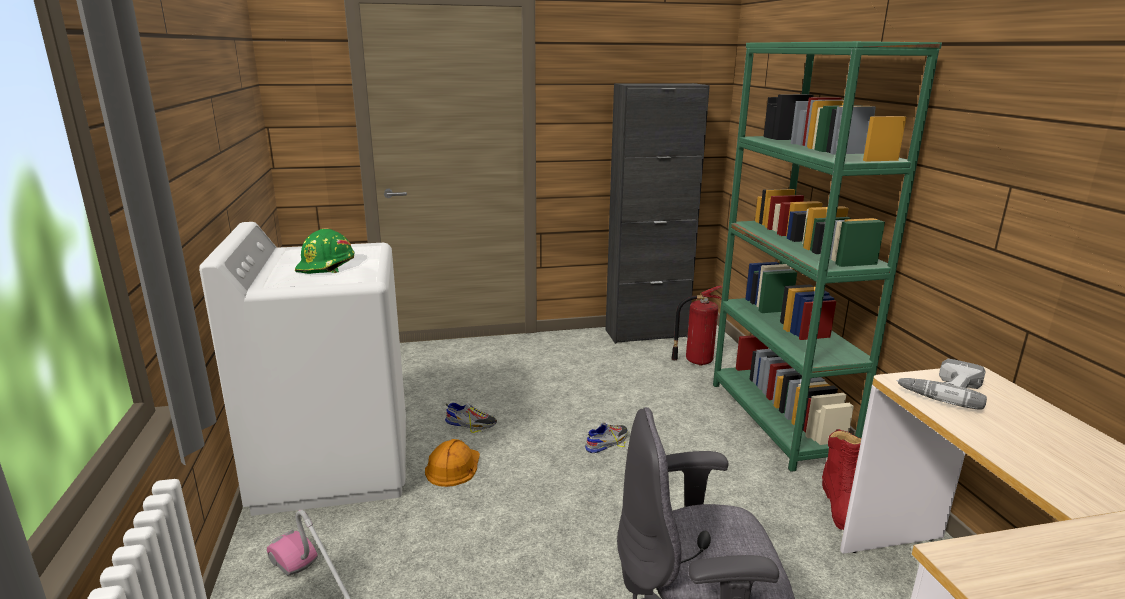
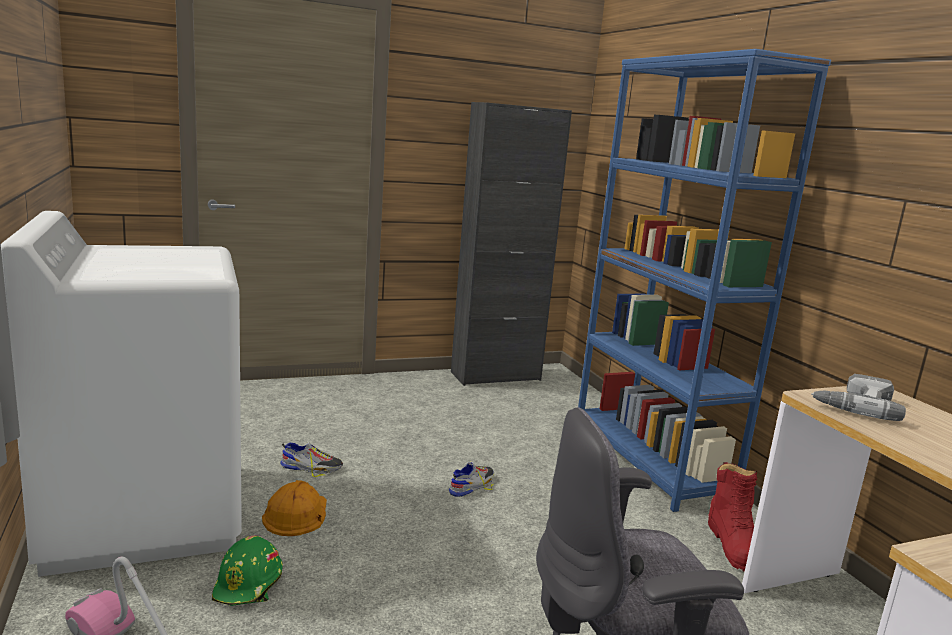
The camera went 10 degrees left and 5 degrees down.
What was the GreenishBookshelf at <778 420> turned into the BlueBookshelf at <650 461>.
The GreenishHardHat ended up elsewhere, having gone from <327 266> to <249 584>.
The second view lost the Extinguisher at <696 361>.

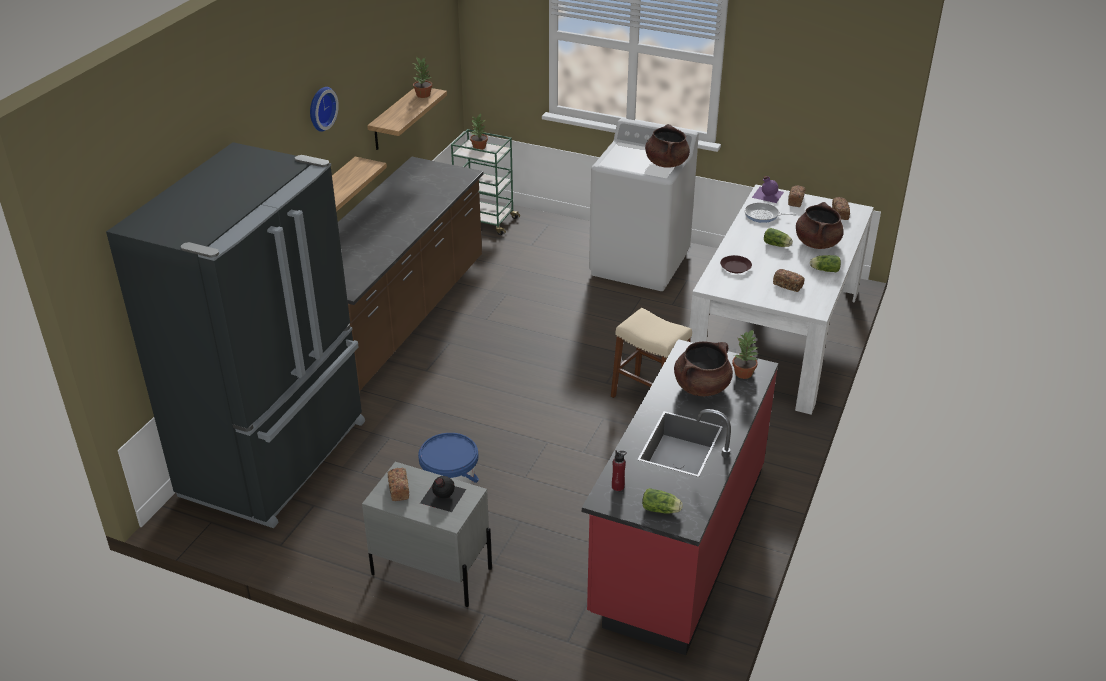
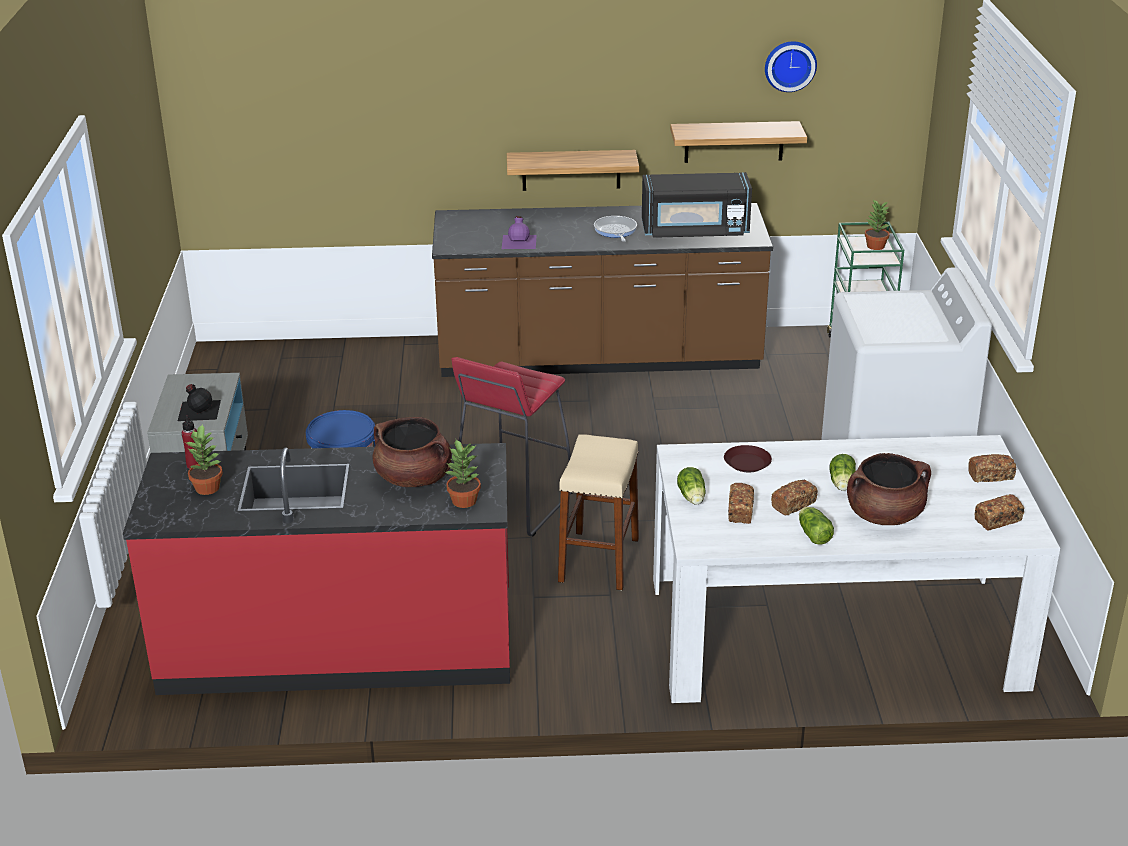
The camera went 65 degrees right and 5 degrees down.
The PottedPlant ended up elsewhere, having gone from <423 95> to <208 488>.
The WallClock ended up elsewhere, having gone from <320 108> to <790 65>.
The second view lost the BrownSaucepot at <666 163>.
The second view lost the BlackishFridge at <278 458>.
The PurpleDrinkBottle ended up elsewhere, having gone from <767 194> to <519 241>.
The Skillet ended up elsewhere, having gone from <763 215> to <615 231>.
The Bread ended up elsewhere, having gone from <398 489> to <793 505>.
The HeadOfLettuce ended up elsewhere, having gone from <662 510> to <692 498>.
The second view gained the BlackishKitchenMicrowave at <695 231>.
The second view gained the RedStool at <512 502>.

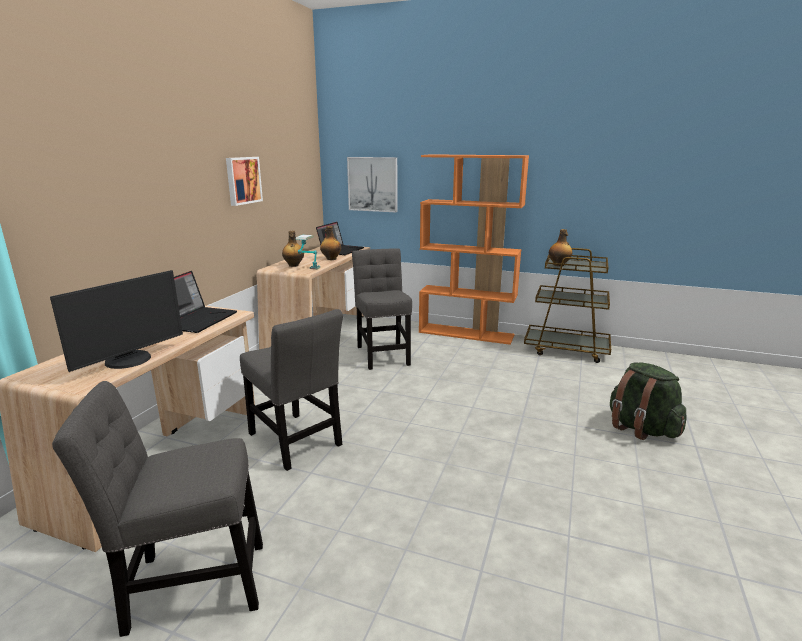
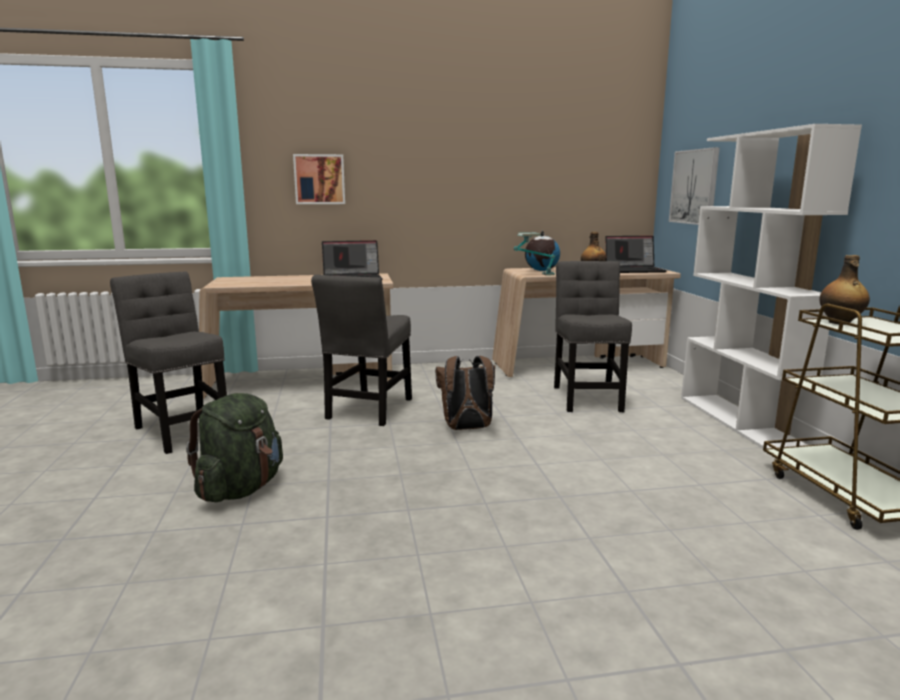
The camera went 60 degrees right and 5 degrees down.
What was the OrangeyBookshelf at <466 333> turned into the WhiteBookshelf at <740 421>.
The WallPicture ended up elsewhere, having gone from <242 180> to <319 179>.
Where the DrinkBottle stood at <293 265>, the DeskGlobe came to stand at <541 270>.
The GreyPlainChair at <383 354> ended up facing another way, 45 degrees counterclockwise from before.
The second view lost the ComputerDisplay at <129 360>.
The GreenishBackpack ended up elsewhere, having gone from <641 428> to <241 489>.
The second view gained the BrownBackpack at <466 428>.

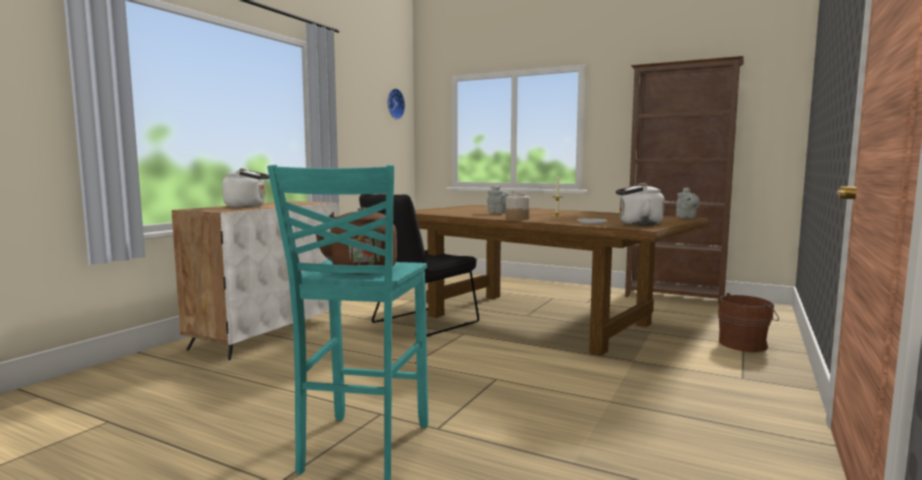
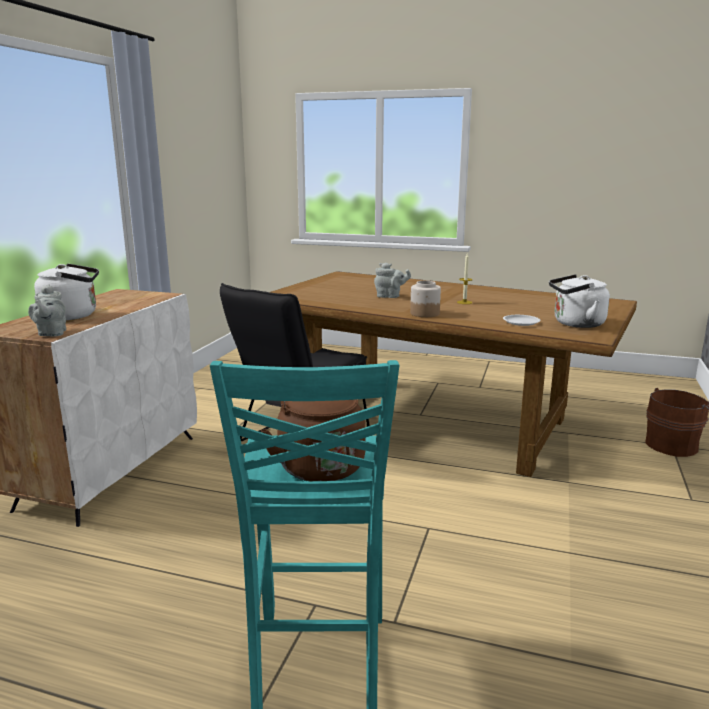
The camera went 10 degrees left and 10 degrees up.
The second view lost the BrownBookshelf at <675 298>.
The second view lost the WallClock at <394 104>.
The GreyTeaPot ended up elsewhere, having gone from <686 218> to <51 333>.

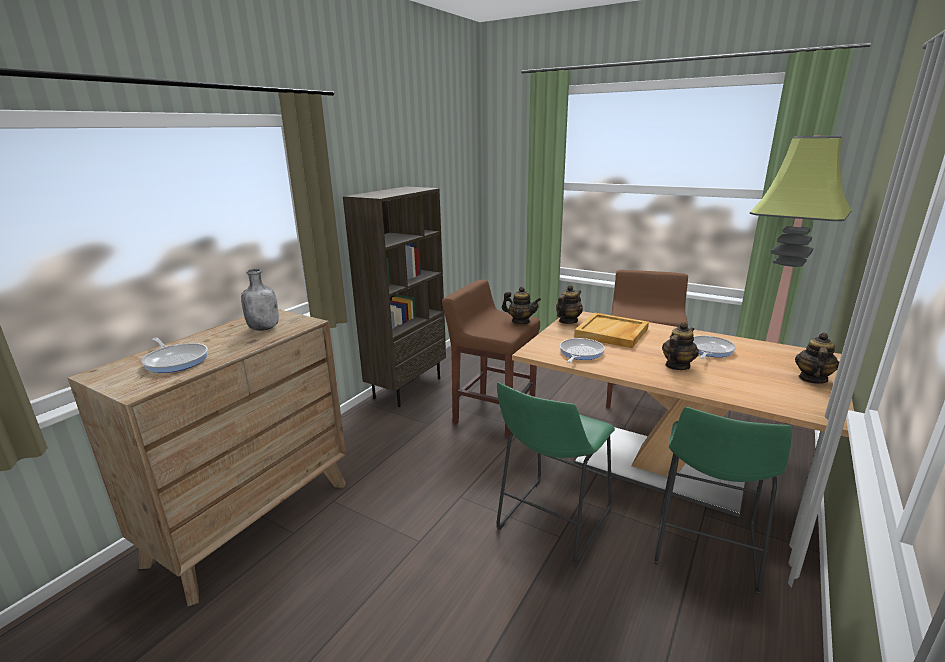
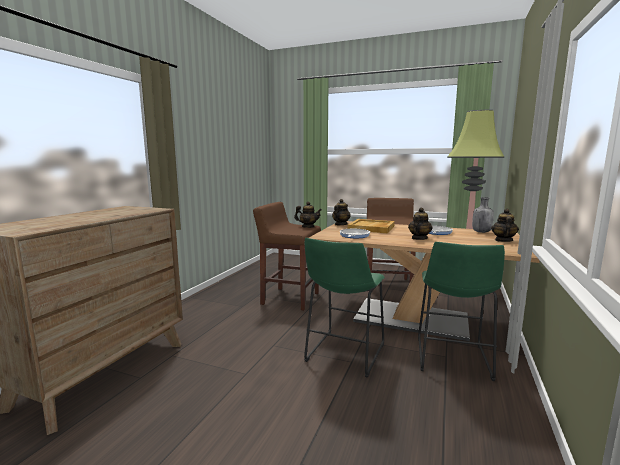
The camera went 10 degrees left and 10 degrees down.
The second view lost the BrownBookshelf at <407 387>.
The GreyDrinkBottle ended up elsewhere, having gone from <264 328> to <481 232>.
The second view lost the Skillet at <176 360>.

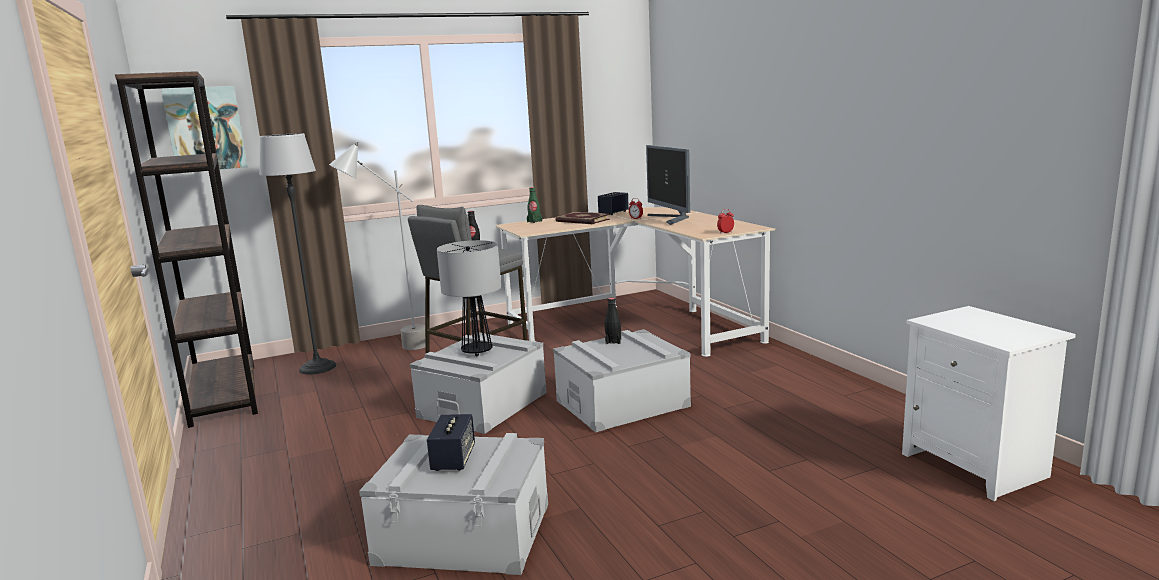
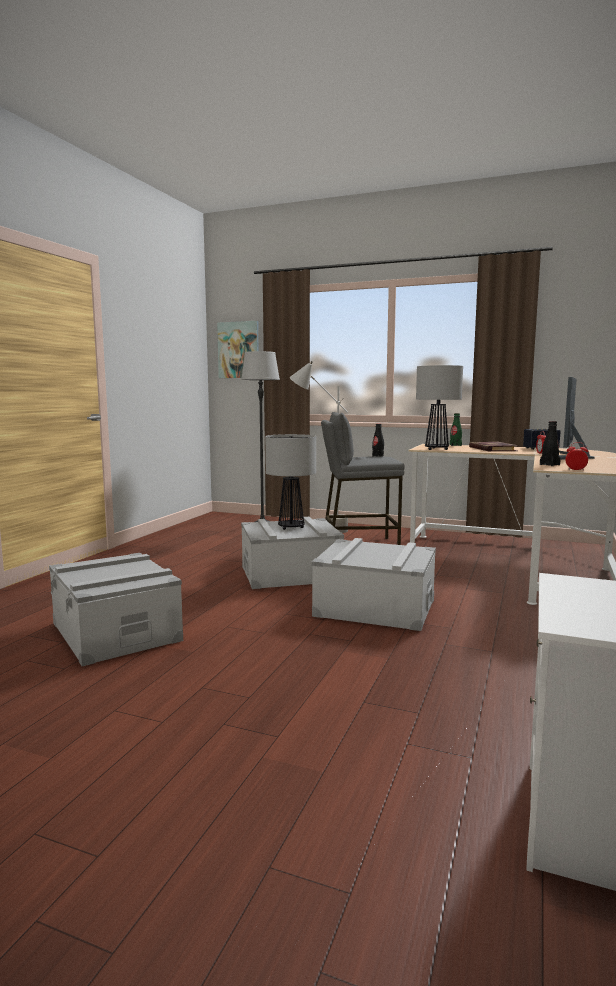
The camera went 45 degrees right and 5 degrees down.
The second view lost the BrownBookshelf at <224 394>.
The BlackishDrinkBottle ended up elsewhere, having gone from <613 341> to <549 465>.
The second view lost the AudioSpeaker at <453 459>.
The second view gained the TabletopLamp at <436 449>.

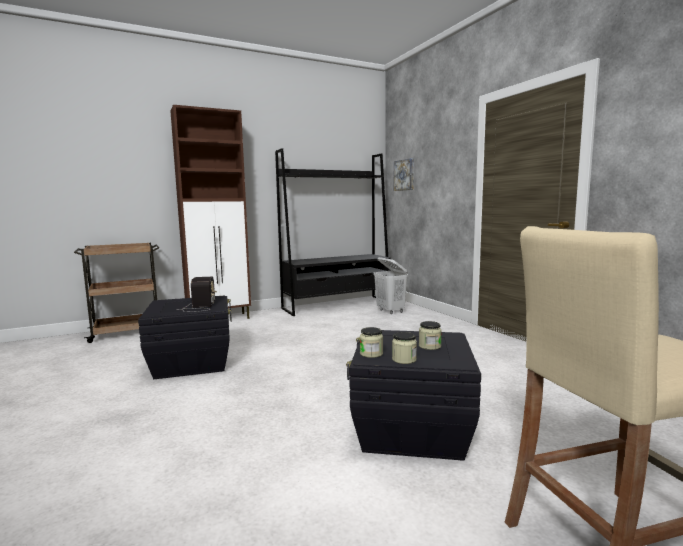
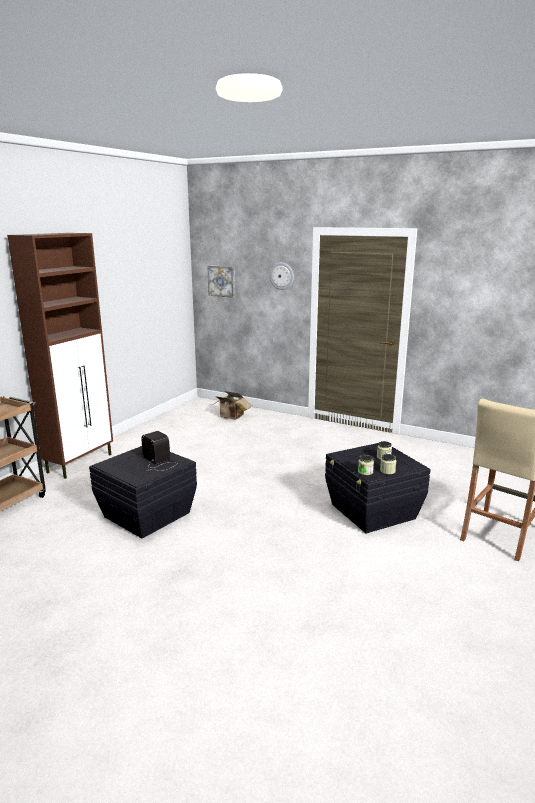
The camera went 35 degrees left and 10 degrees up.
The second view lost the BlackishBookshelf at <337 305>.
Where the WhiteLaundryBasket stood at <390 311>, the Carton came to stand at <231 417>.
The second view gained the WallClock at <282 276>.

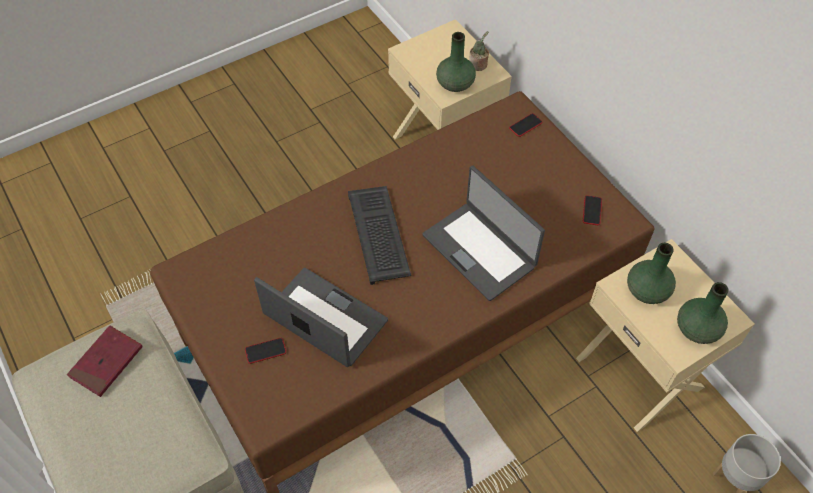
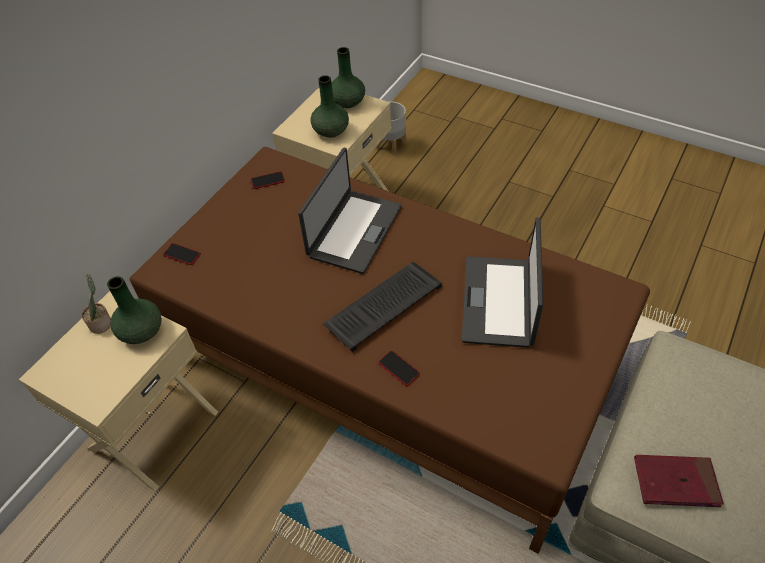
The camera went 115 degrees left and 5 degrees down.
The Phone ended up elsewhere, having gone from <265 351> to <399 368>.

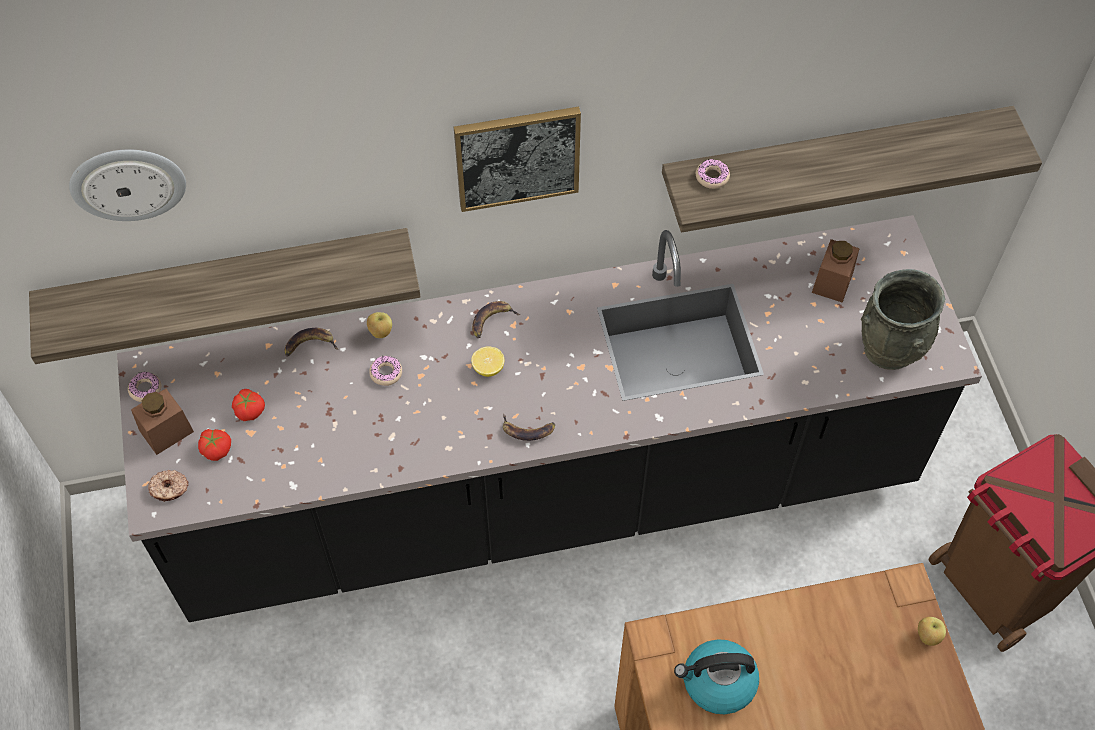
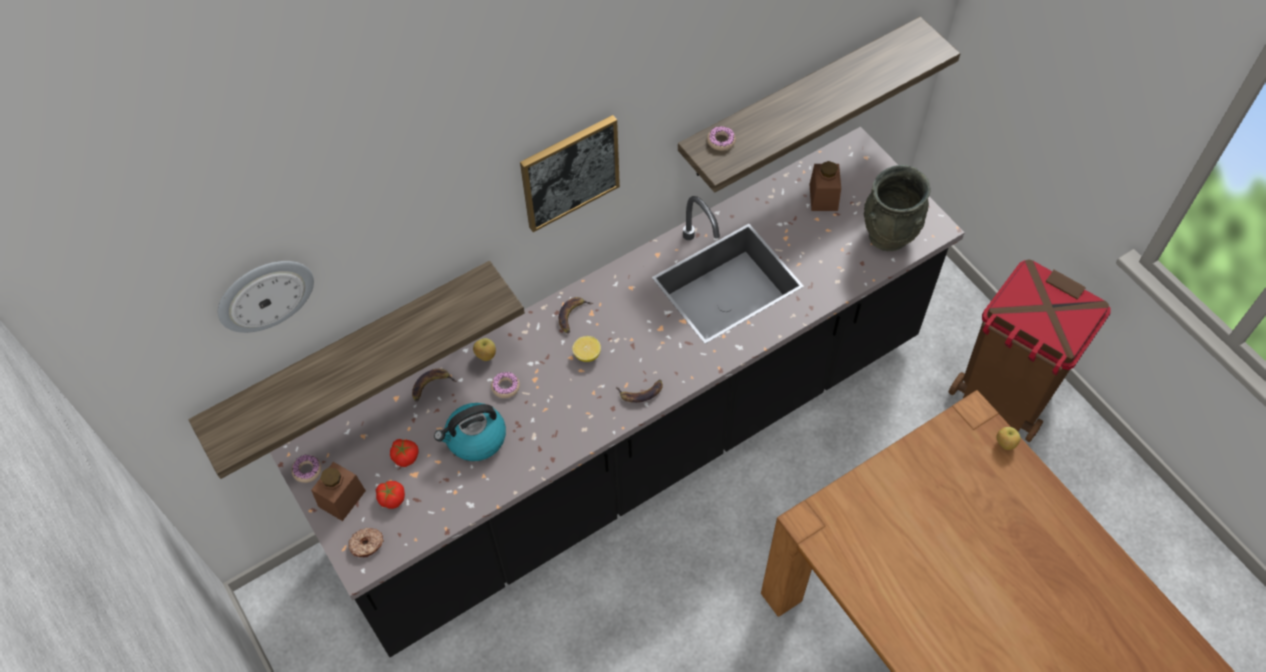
The camera went 20 degrees left and 0 degrees up.
The TeaKettle ended up elsewhere, having gone from <717 683> to <475 439>.

